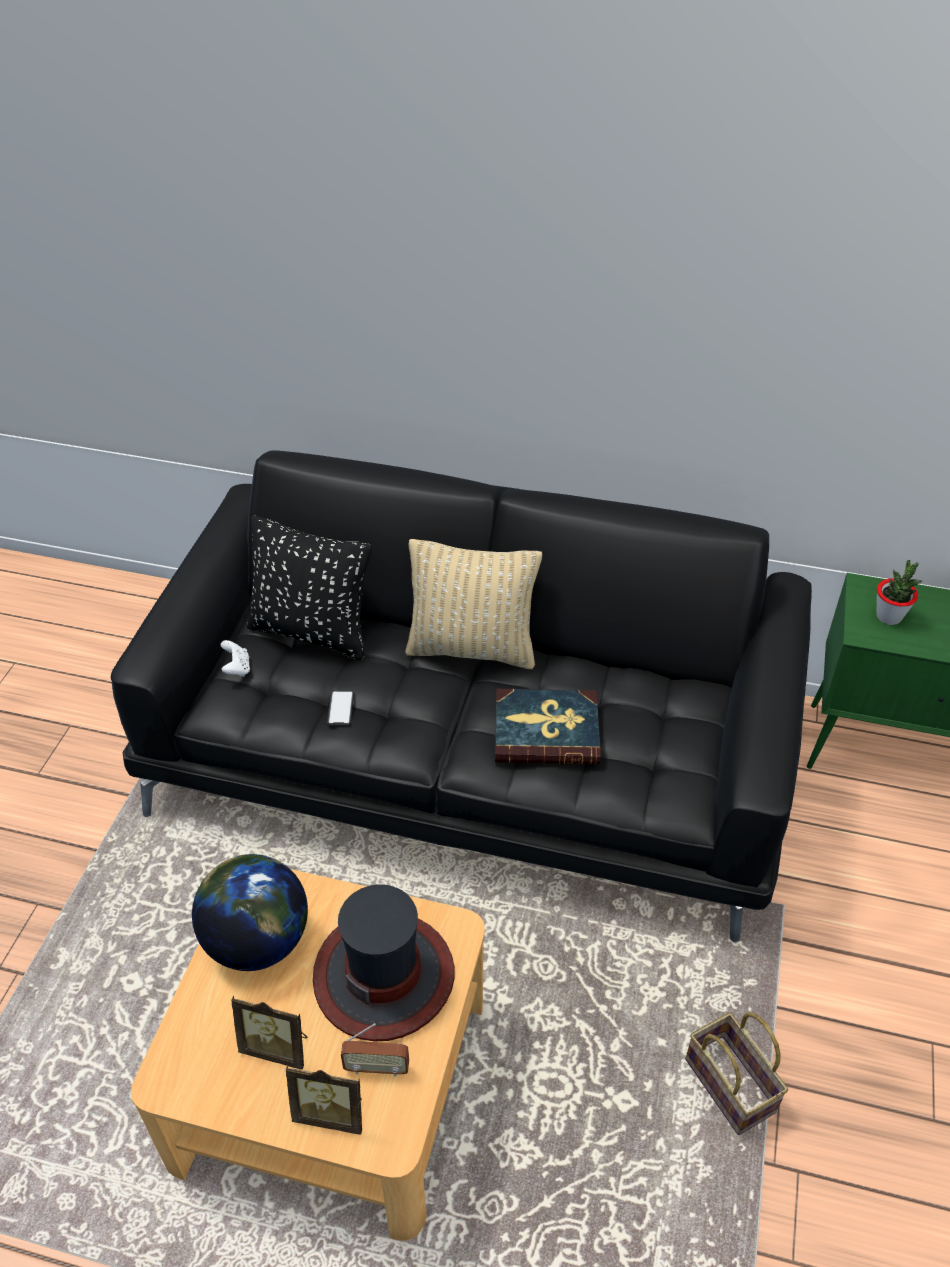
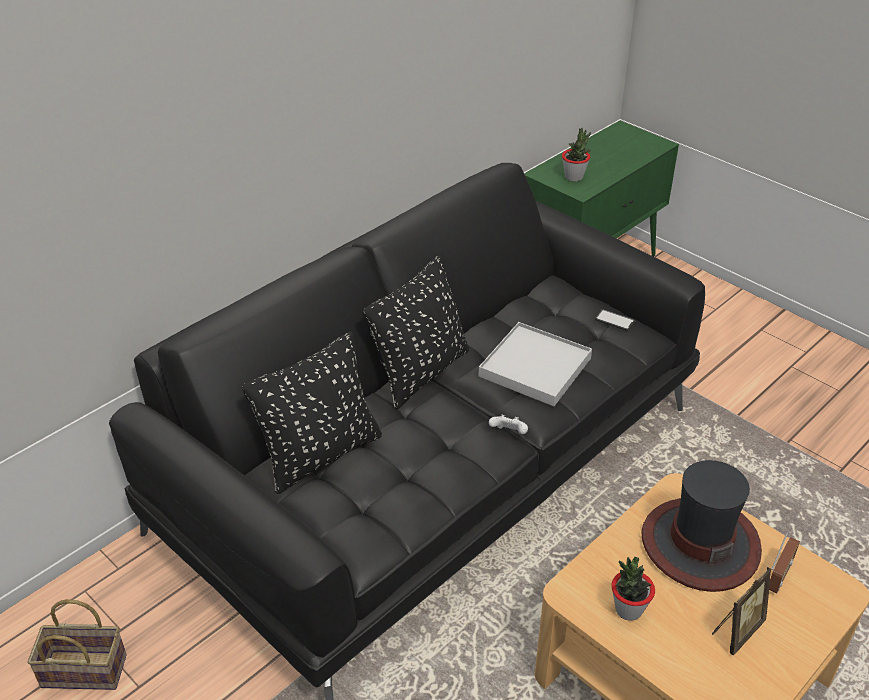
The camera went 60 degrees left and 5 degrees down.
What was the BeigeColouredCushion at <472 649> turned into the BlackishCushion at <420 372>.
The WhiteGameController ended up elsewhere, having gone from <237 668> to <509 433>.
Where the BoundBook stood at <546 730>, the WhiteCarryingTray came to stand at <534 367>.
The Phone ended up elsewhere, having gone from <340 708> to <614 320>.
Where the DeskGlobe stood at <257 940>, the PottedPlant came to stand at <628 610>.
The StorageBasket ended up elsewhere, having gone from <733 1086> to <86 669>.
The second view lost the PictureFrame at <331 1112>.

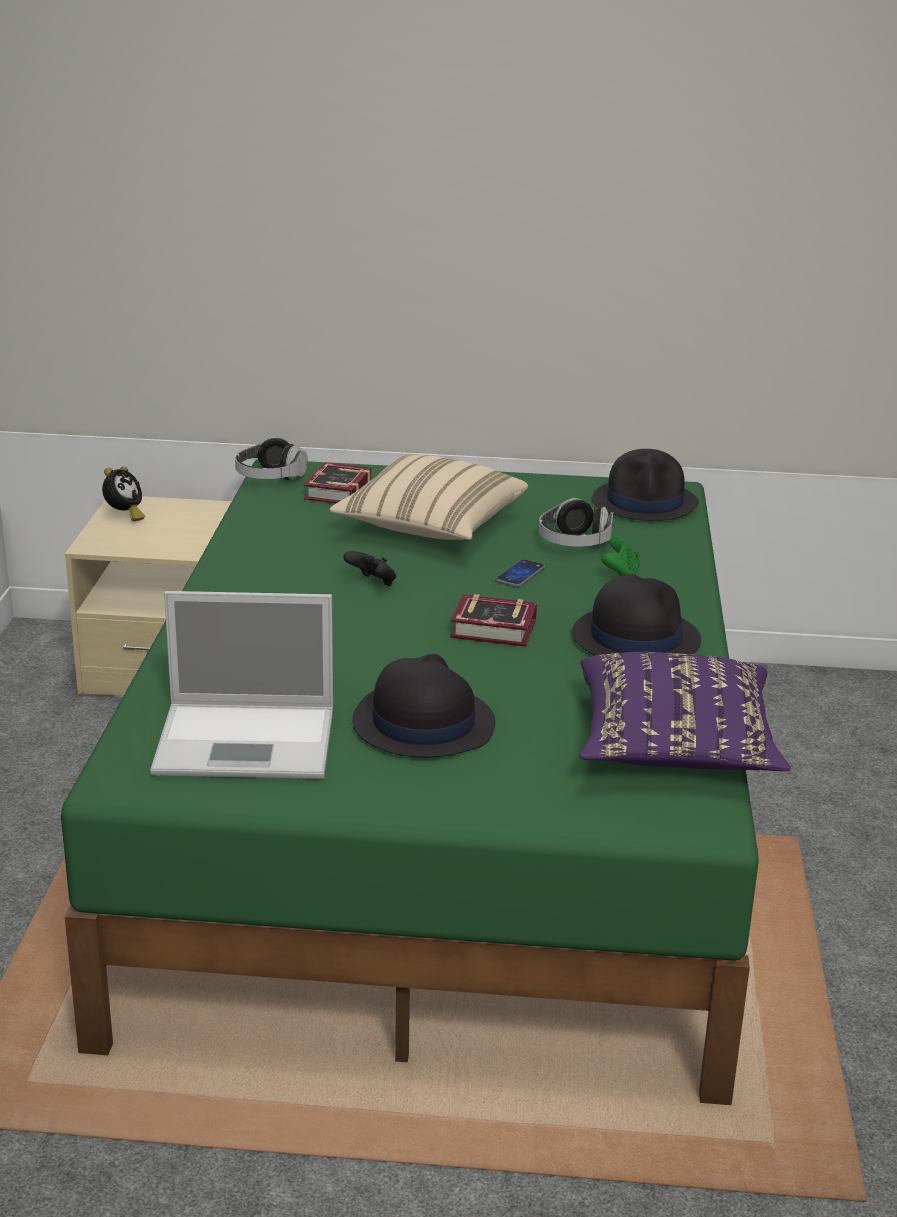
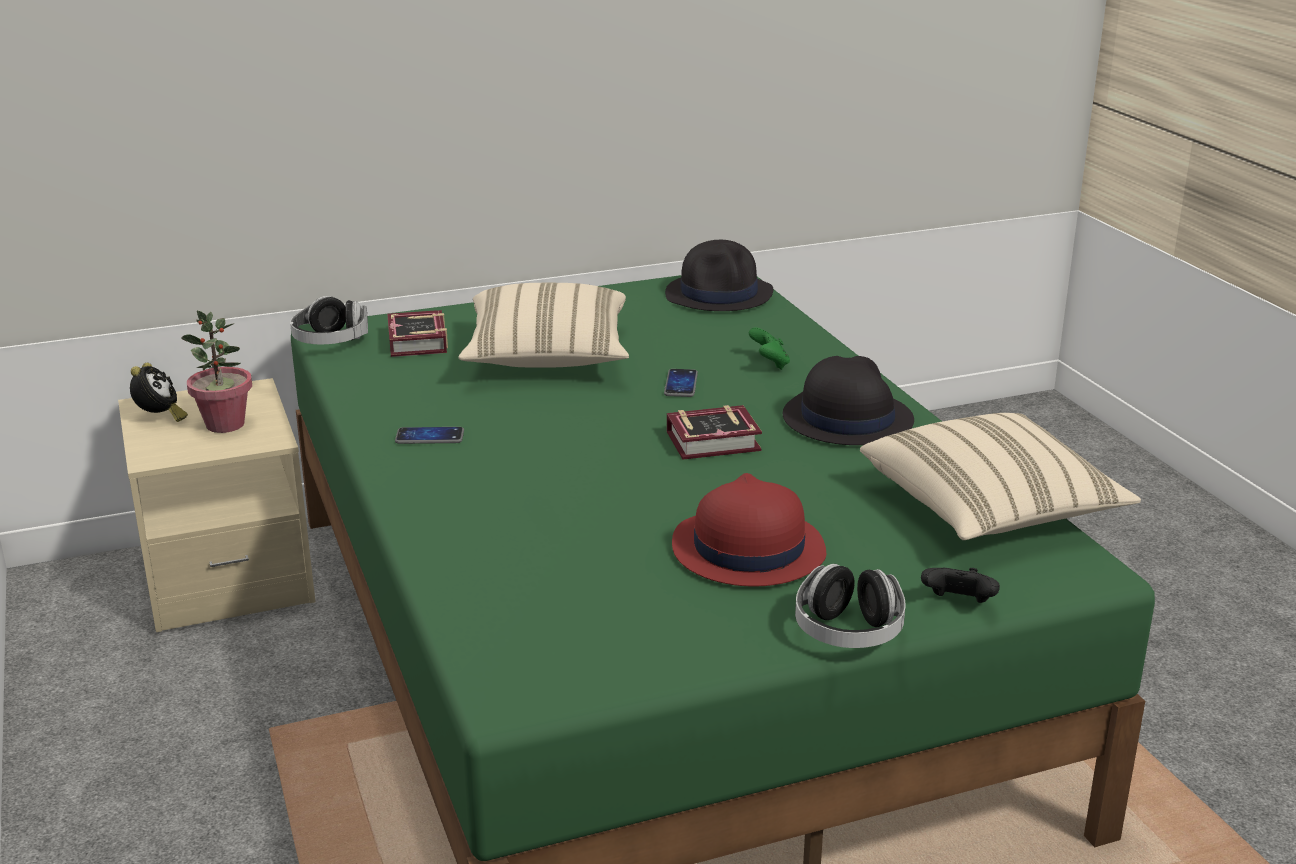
The camera went 25 degrees left and 0 degrees up.
The PairOfHeadphones ended up elsewhere, having gone from <575 544> to <848 633>.
The BlackishGameController ended up elsewhere, having gone from <372 583> to <958 604>.
The second view lost the NotebookComputer at <249 741>.
What was the PurpleCushion at <674 748> turned into the BeigeColouredCushion at <990 511>.
What was the BlackishClothingHat at <422 723> turned into the RedClothingHat at <747 549>.
The second view gained the PottedPlant at <225 425>.
The second view gained the Phone at <429 437>.

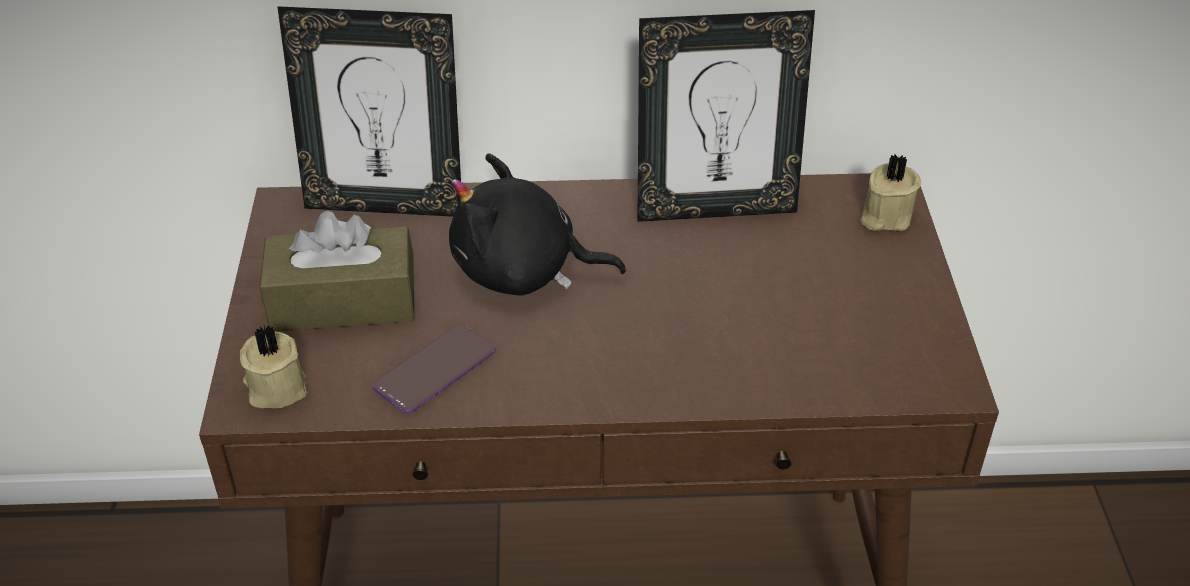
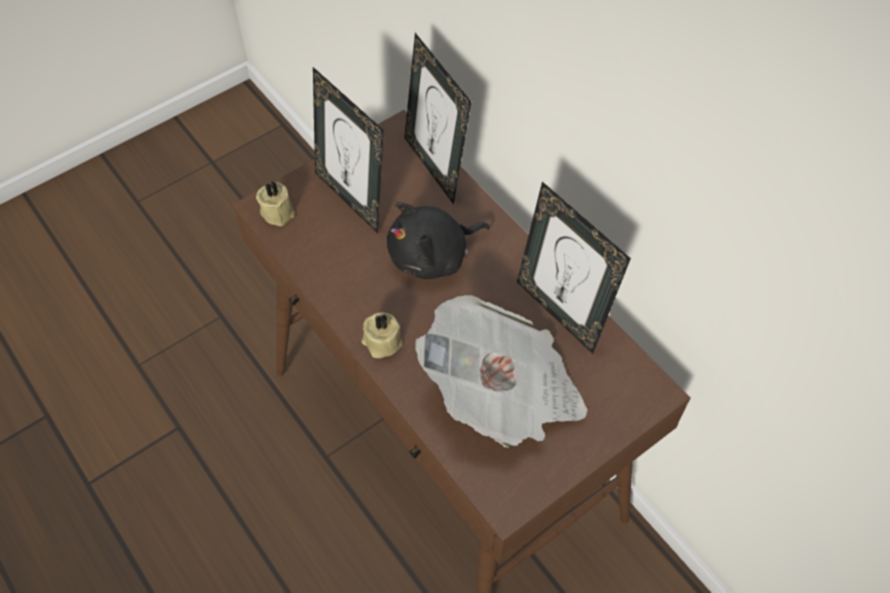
The camera went 55 degrees right and 15 degrees up.
The BlackishPlushToy at <523 272> ended up facing another way, 90 degrees counterclockwise from before.
The BeigeColouredCandle ended up elsewhere, having gone from <884 216> to <381 342>.
Where the BrownTissueHolder stood at <343 301>, the PictureFrame came to stand at <352 198>.
The second view lost the Phone at <435 370>.
The second view gained the Newspaper at <503 393>.

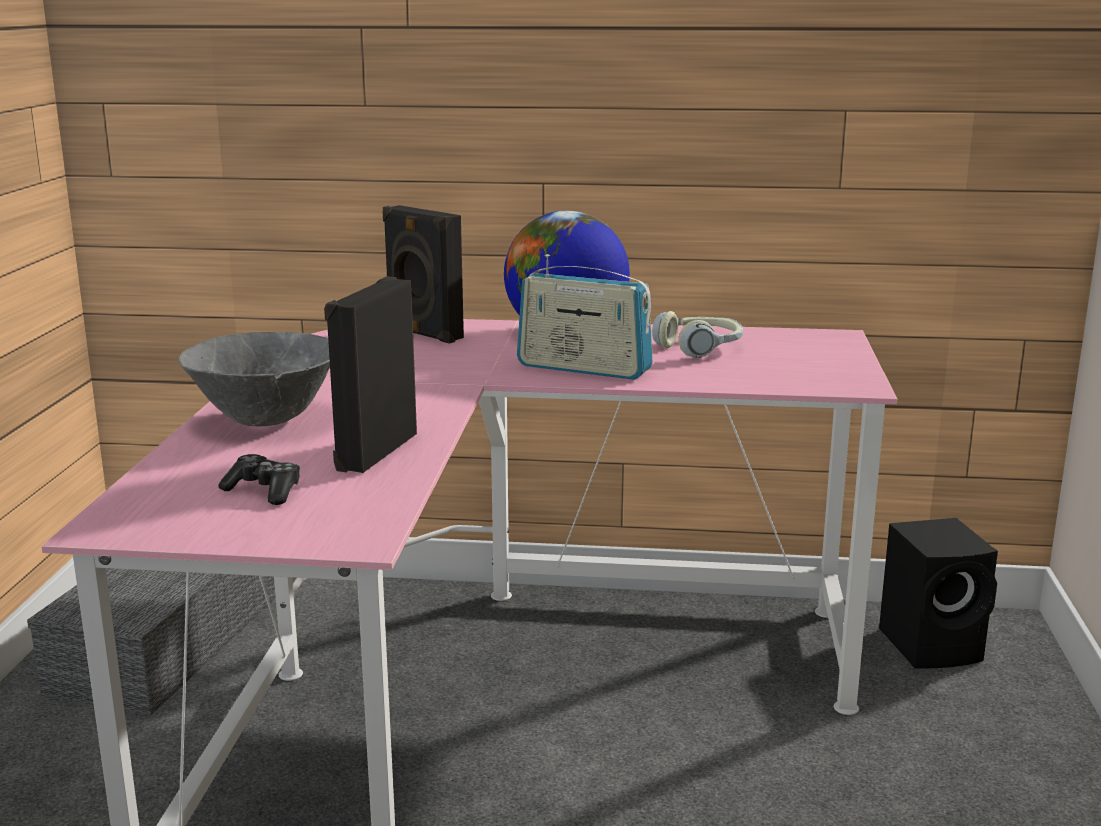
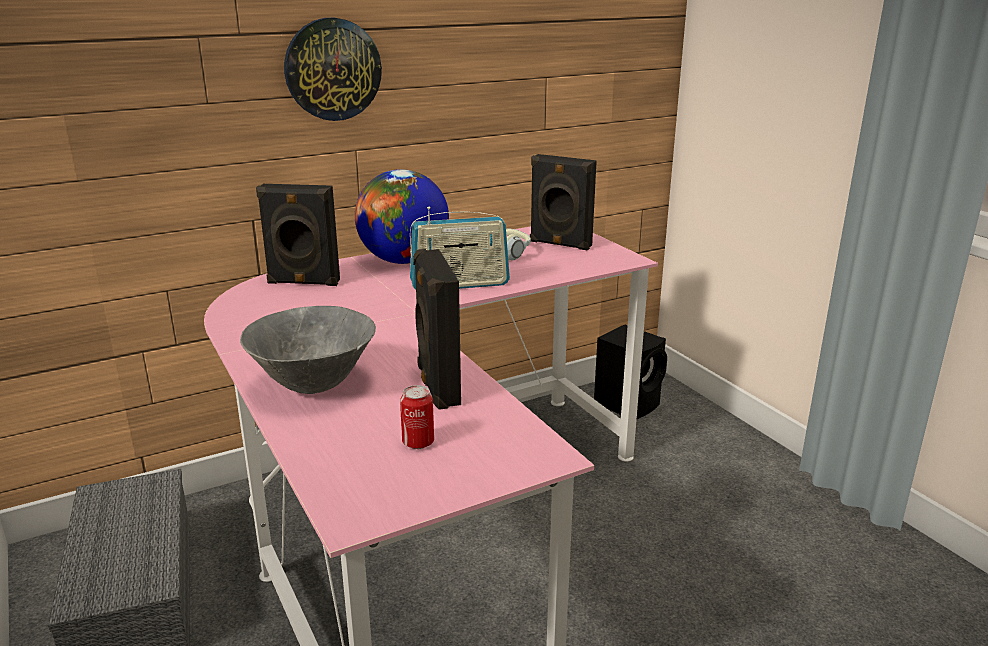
The camera went 35 degrees left and 5 degrees up.
Where the GameController stood at <264 491>, the Can came to stand at <418 442>.
The second view gained the WallClock at <332 69>.
The second view gained the BlackishAudioSpeaker at <560 244>.

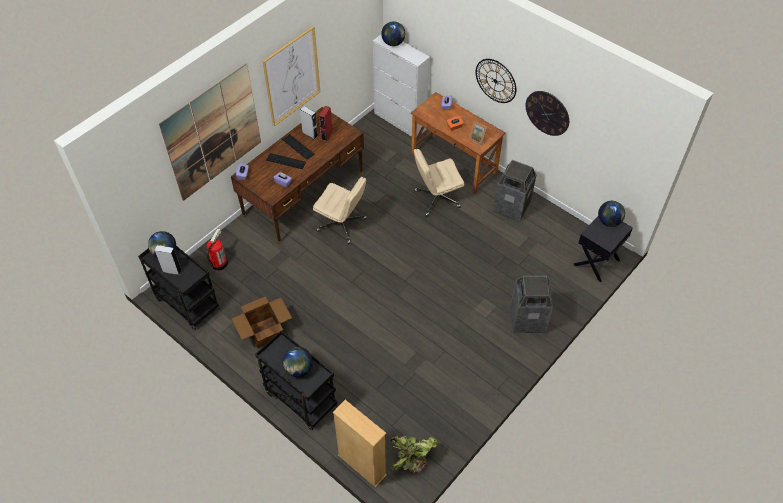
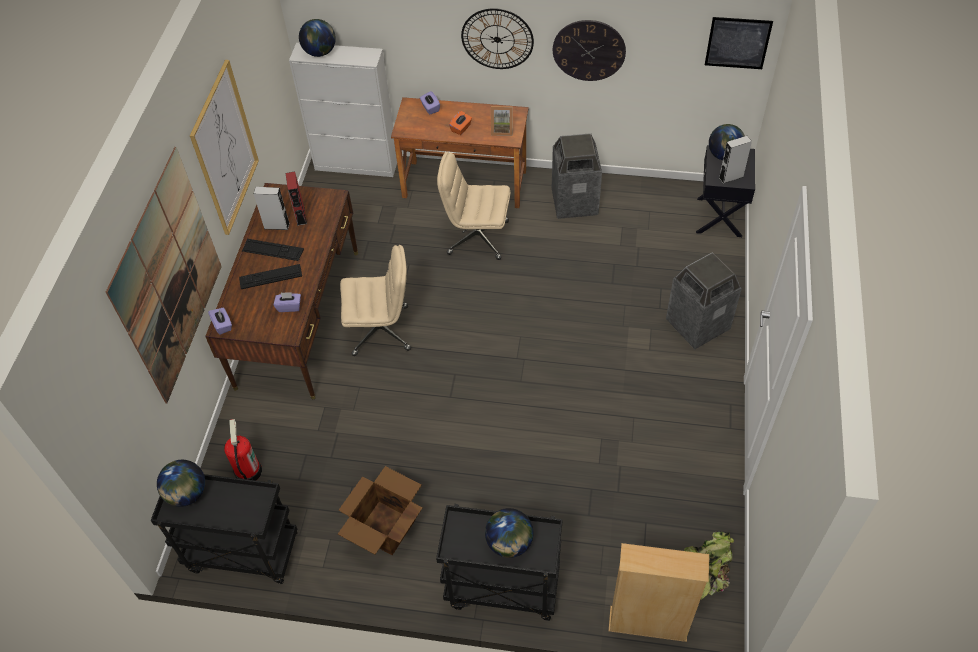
The camera went 30 degrees left and 0 degrees up.
The BeigeColouredComputerChair at <436 199> ended up facing another way, 60 degrees clockwise from before.
The GreyAudioSpeaker ended up elsewhere, having gone from <172 270> to <731 177>.
The second view gained the WallPicture at <737 43>.

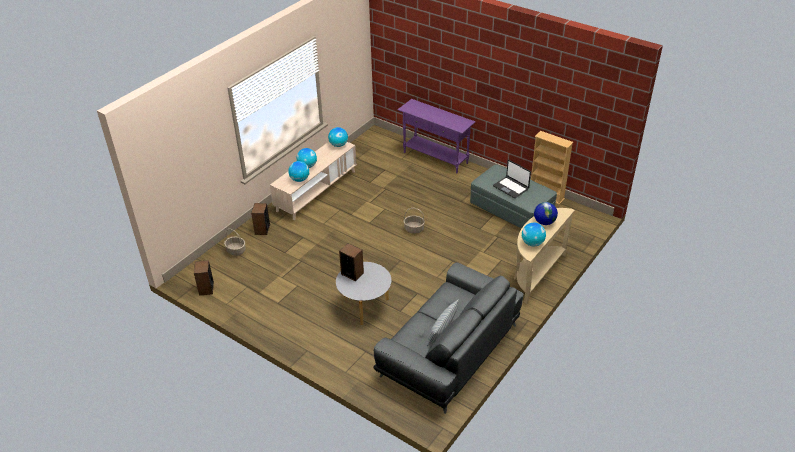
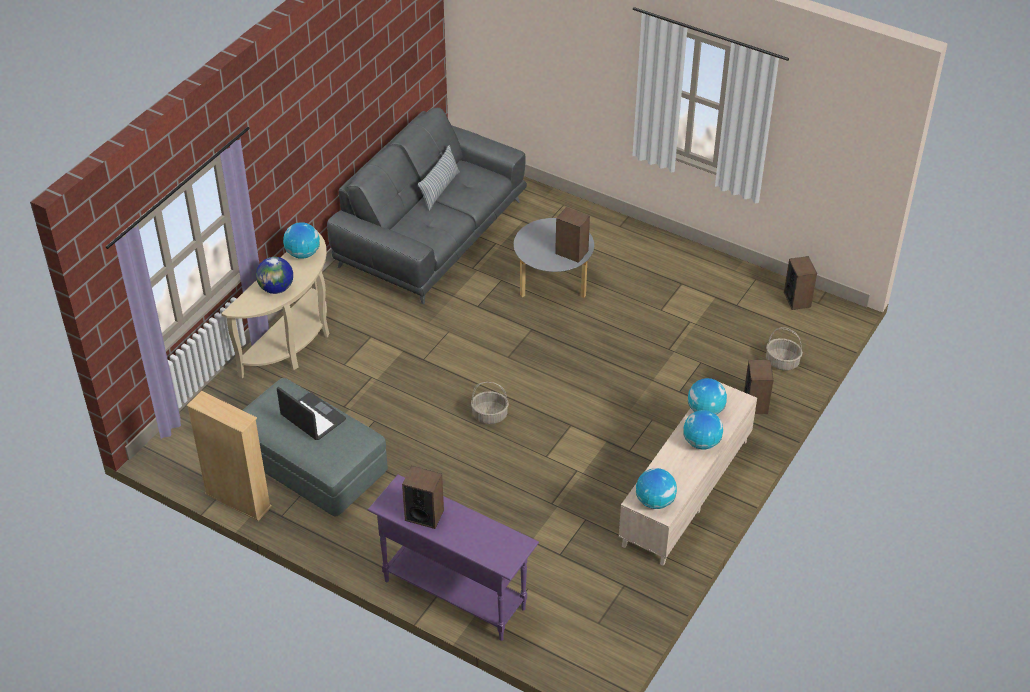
The camera went 175 degrees right and 5 degrees up.
The second view gained the AudioSpeaker at <424 515>.

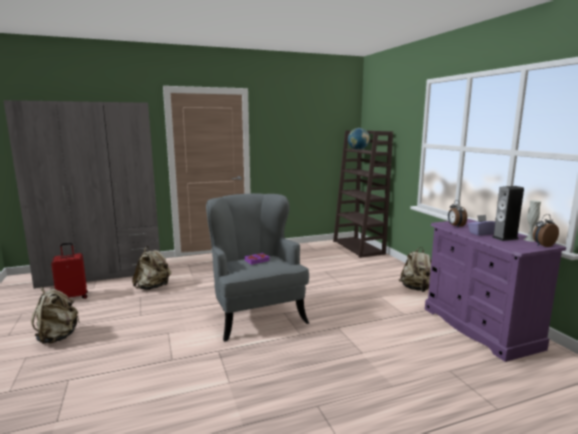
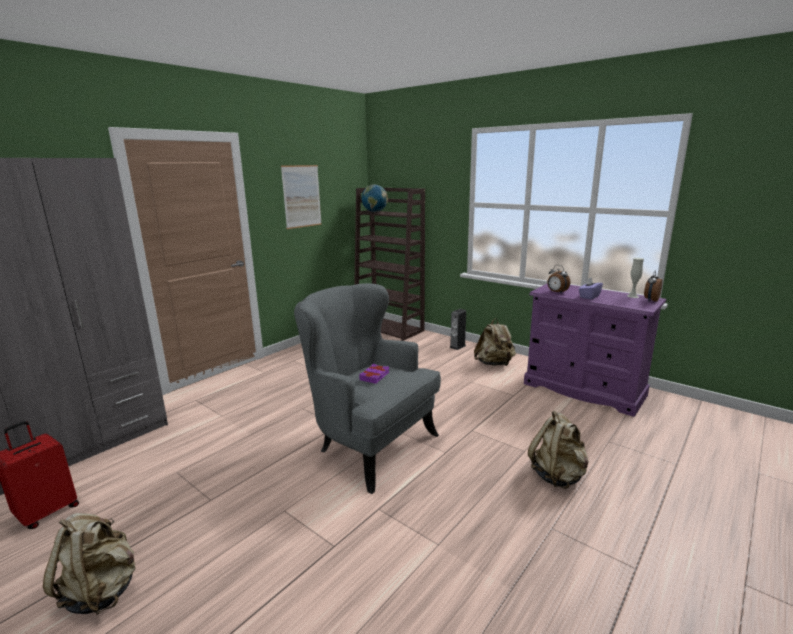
The camera went 30 degrees left and 5 degrees up.
The AudioSpeaker ended up elsewhere, having gone from <505 238> to <457 346>.
The BeigeColouredBackpack ended up elsewhere, having gone from <153 287> to <557 475>.
The second view gained the WallPicture at <301 196>.

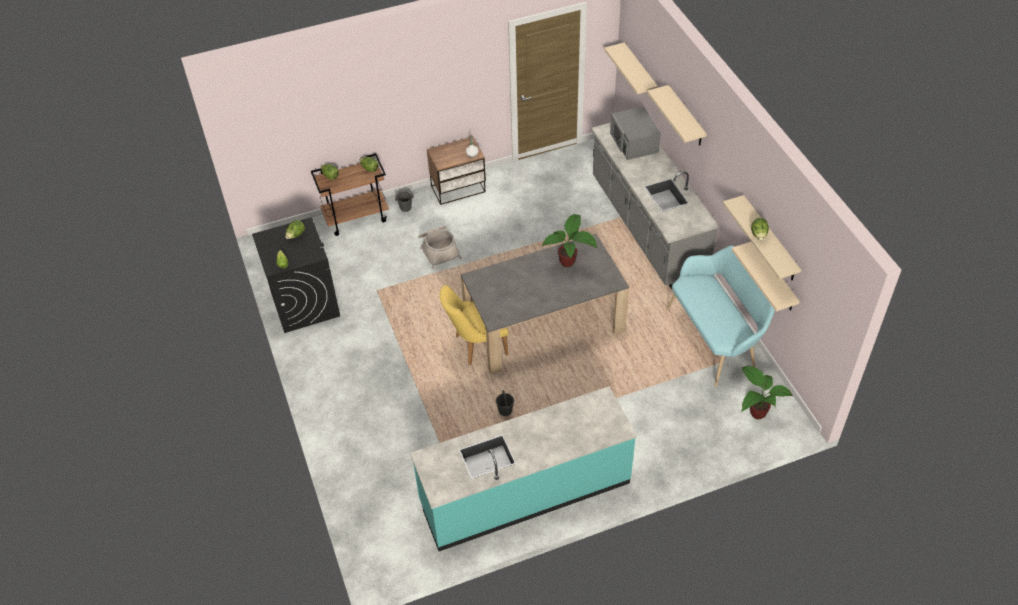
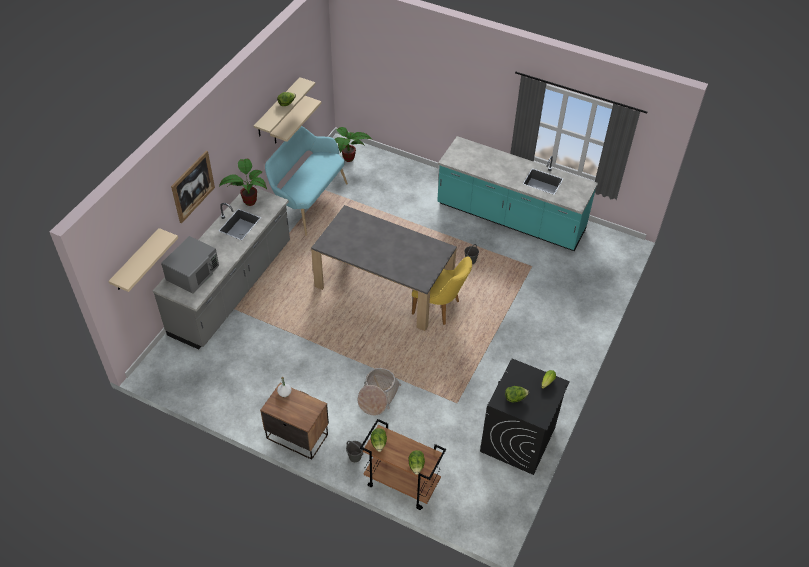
The camera went 135 degrees left and 0 degrees up.
Where the BeigeColouredWallShelf hung at <686 117>, the WallPicture came to hang at <193 186>.
The PottedPlant ended up elsewhere, having gone from <569 263> to <249 201>.

